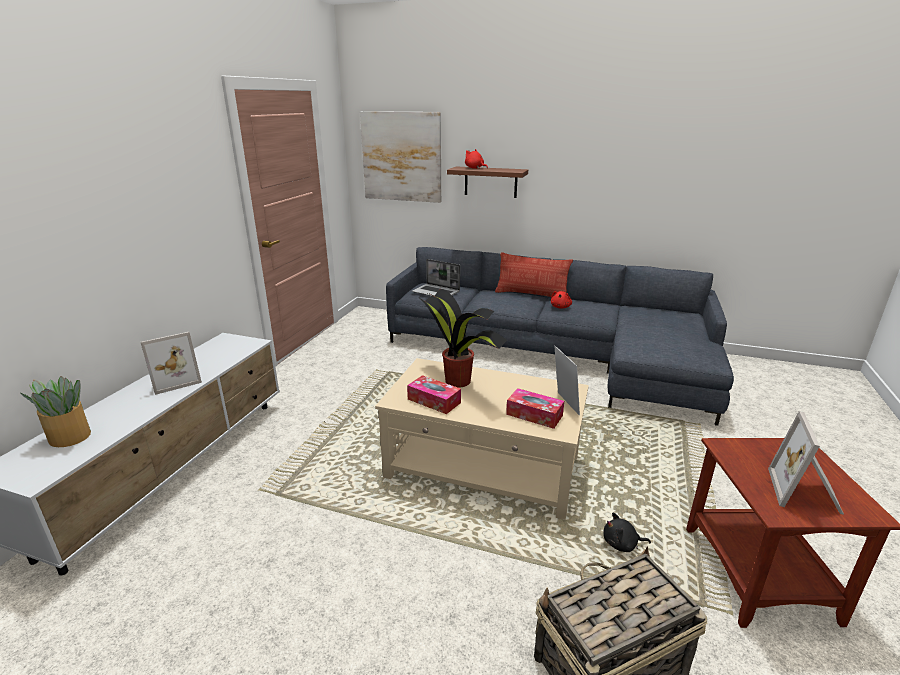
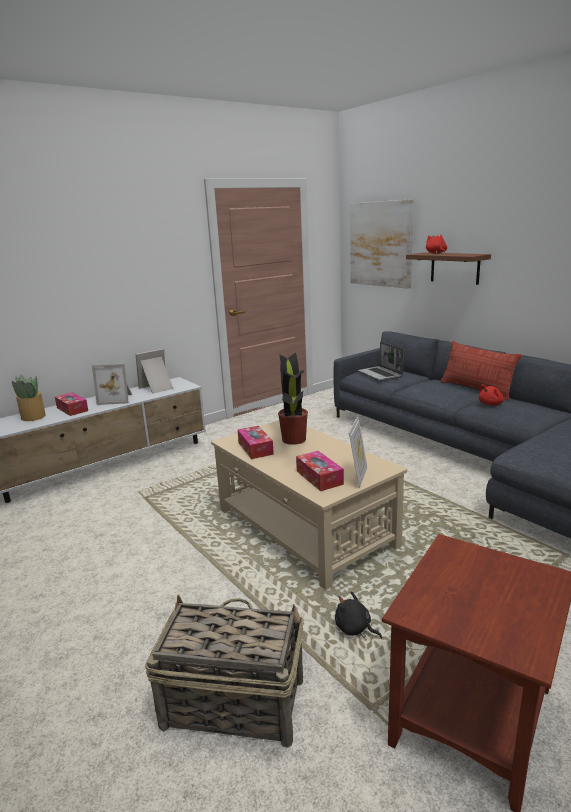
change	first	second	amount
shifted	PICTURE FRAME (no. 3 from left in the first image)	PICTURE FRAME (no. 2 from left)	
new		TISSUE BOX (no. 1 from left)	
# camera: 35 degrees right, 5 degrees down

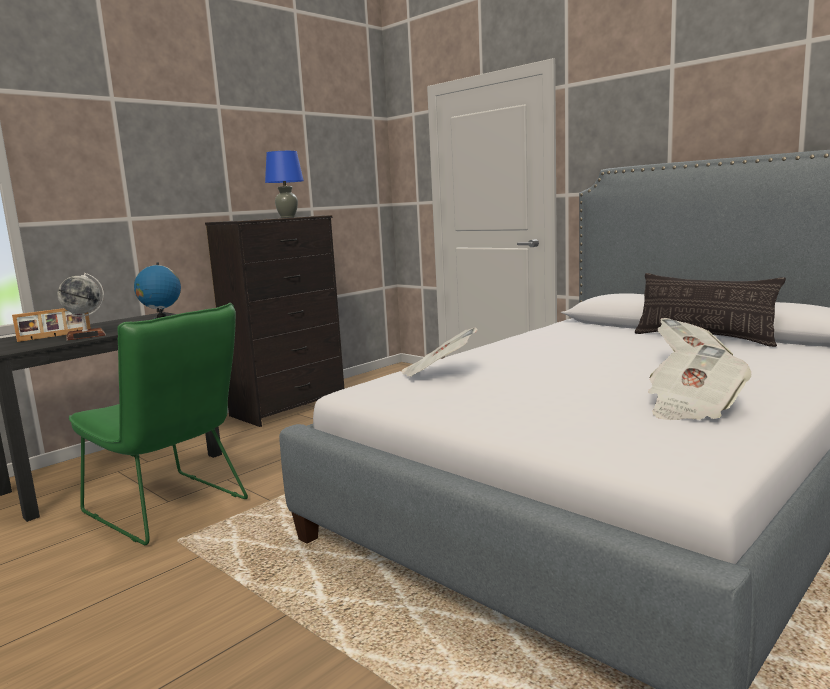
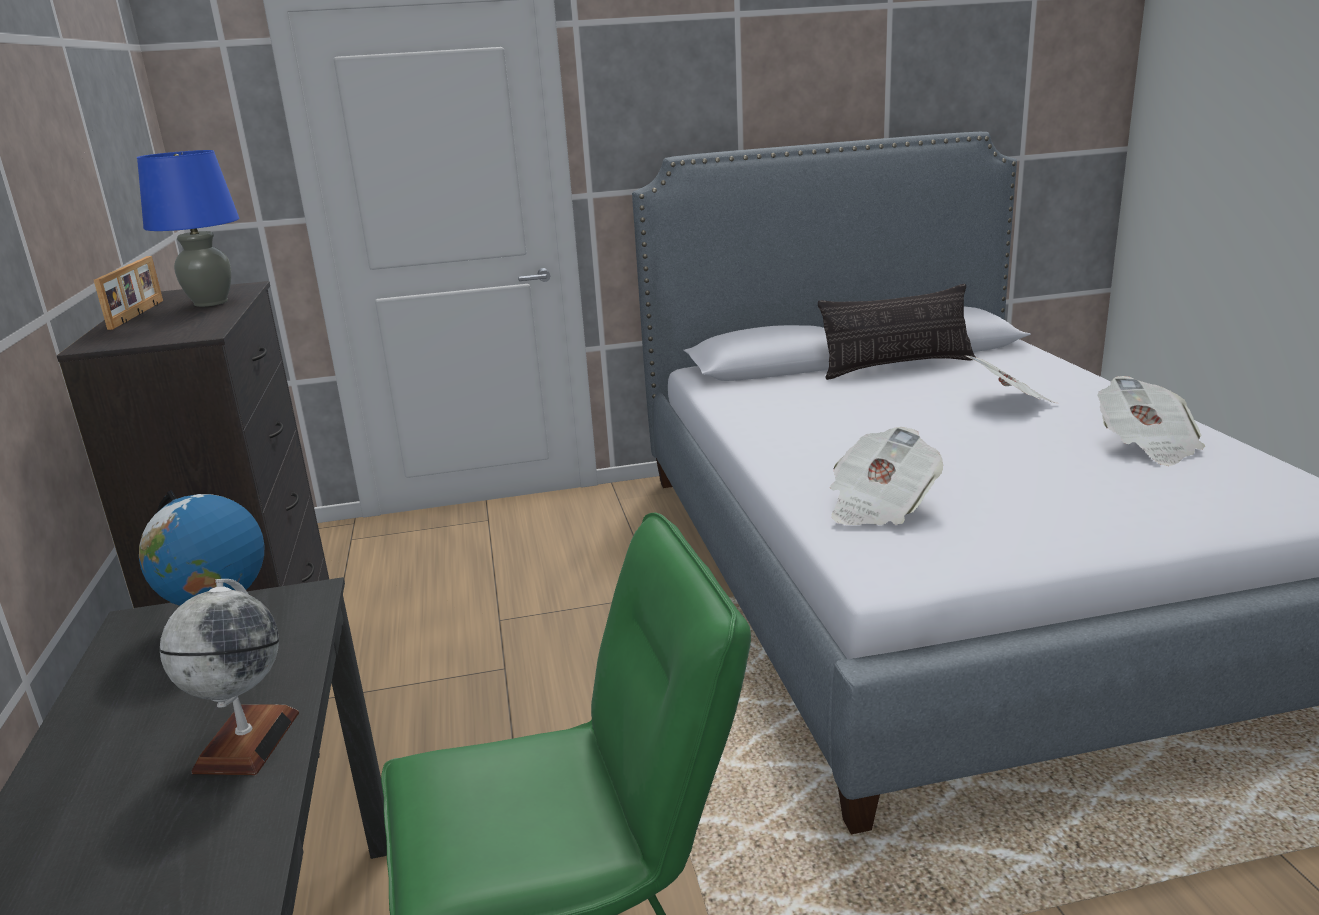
change	first	second	amount
shifted	PICTURE FRAME		
# camera: 55 degrees left, 10 degrees up

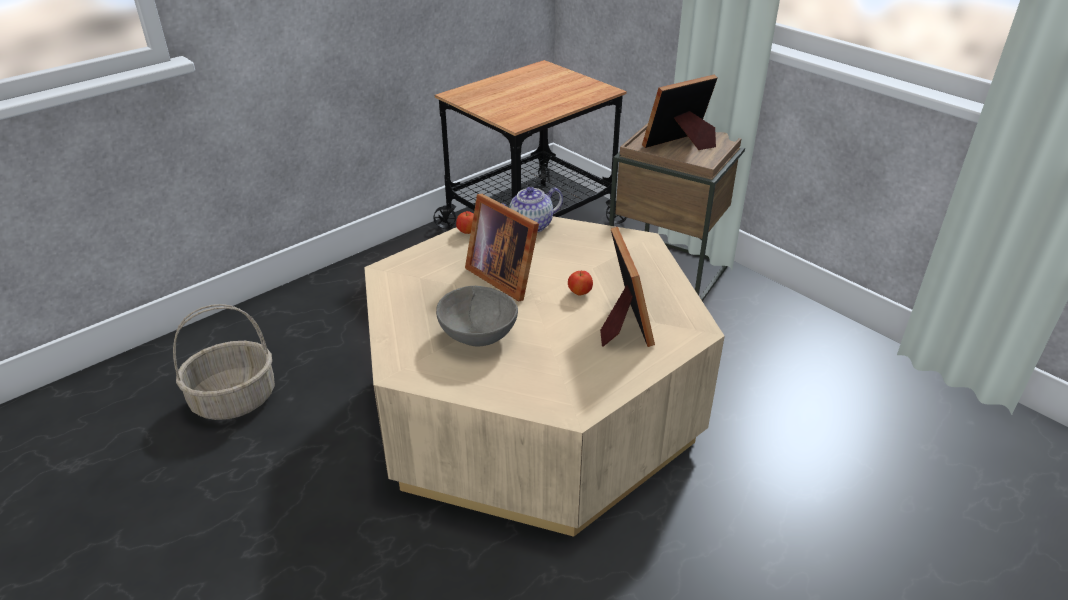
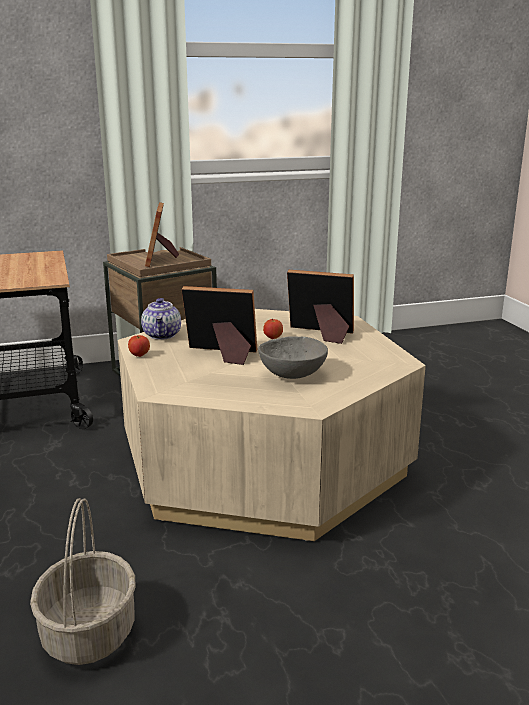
change	first	second	amount
rotated	PICTURE FRAME (no. 1 from left in the first image)	PICTURE FRAME (no. 2 from left)	150 degrees counterclockwise
# camera: 65 degrees left, 15 degrees down

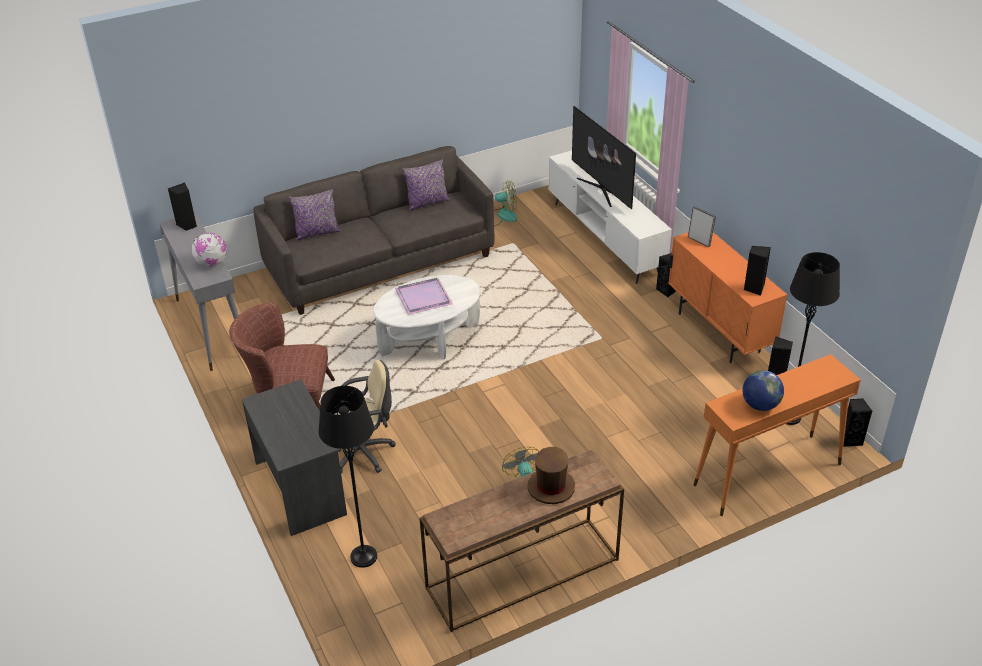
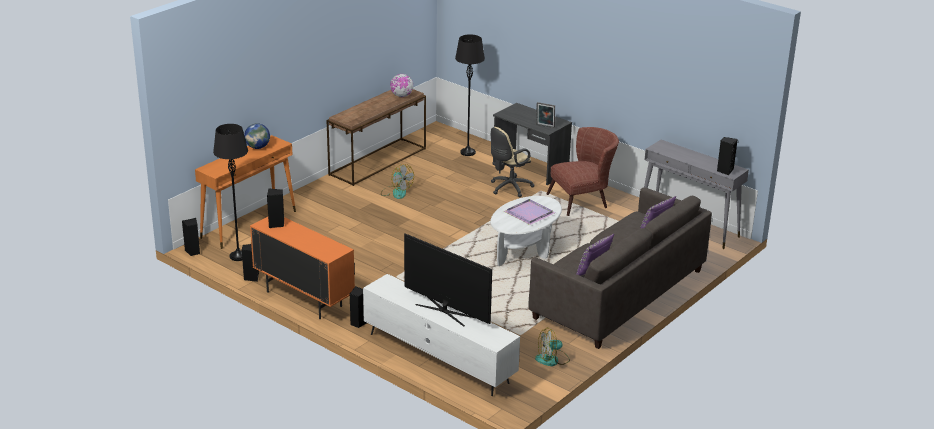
change	first	second	amount
shifted	GLOBE (no. 1 from left in the first image)	GLOBE (no. 2 from left)	
gone	BROWN HAT		
shifted	PICTURE FRAME		
# camera: 155 degrees right, 10 degrees down

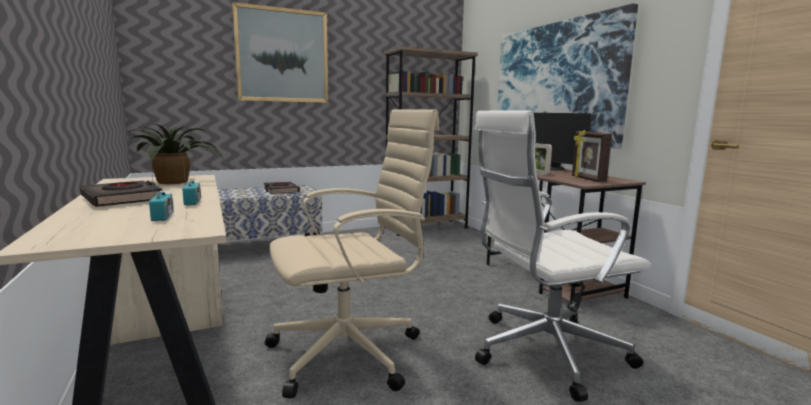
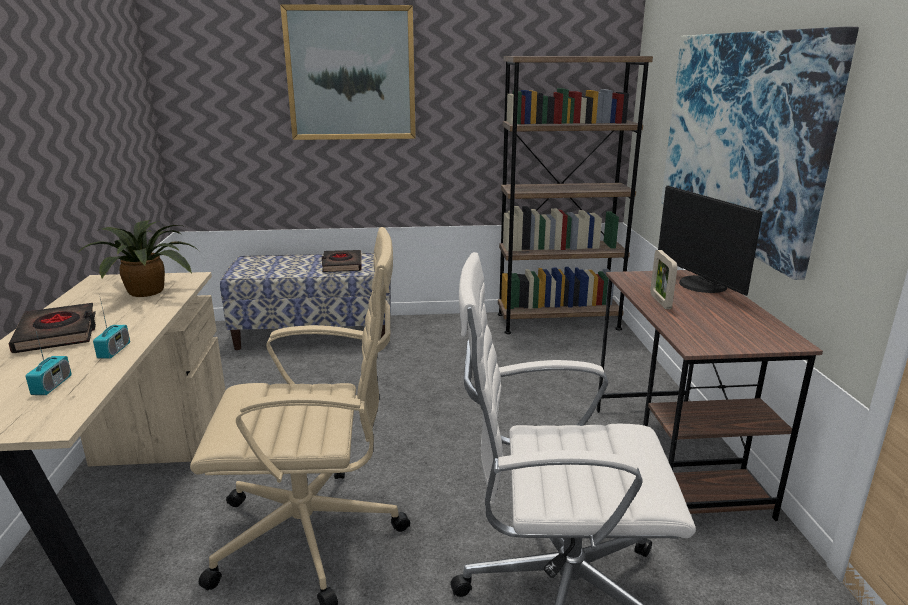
change	first	second	amount
gone	PICTURE FRAME (no. 2 from left)		
# camera: 20 degrees right, 10 degrees up

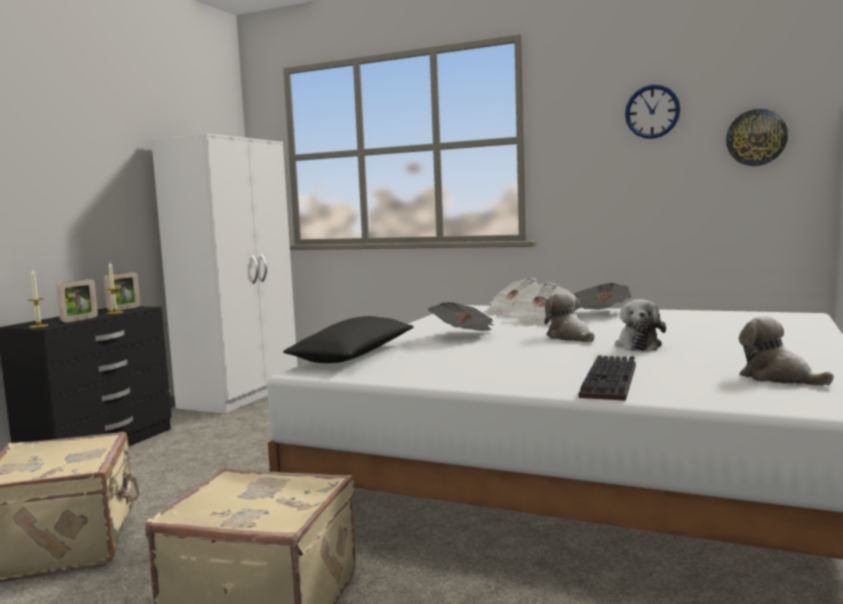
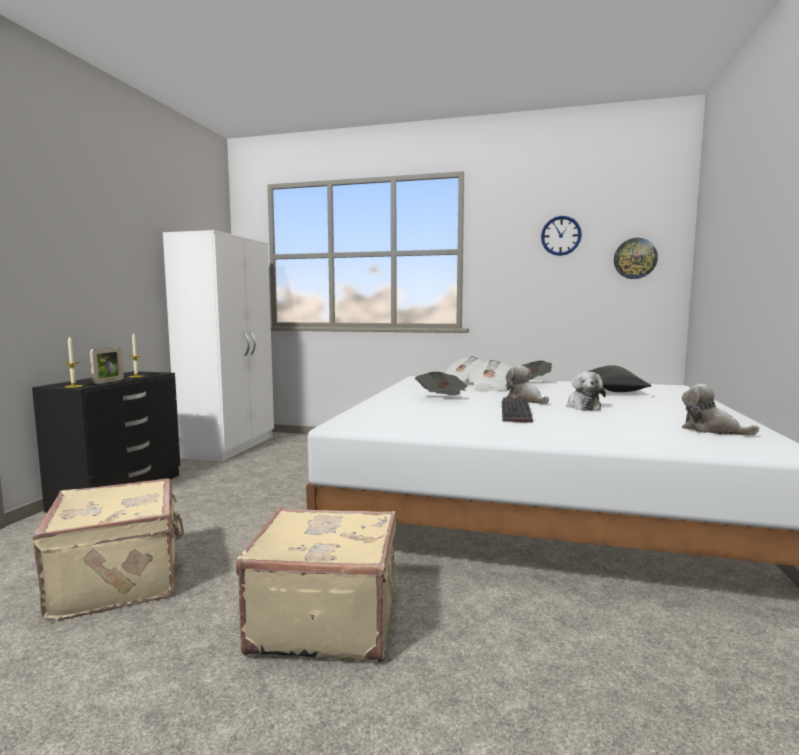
change	first	second	amount
gone	PICTURE FRAME (no. 2 from left)		
shifted	BLACK PILLOW		
shifted	KEYBOARD		
# camera: 10 degrees left, 0 degrees up

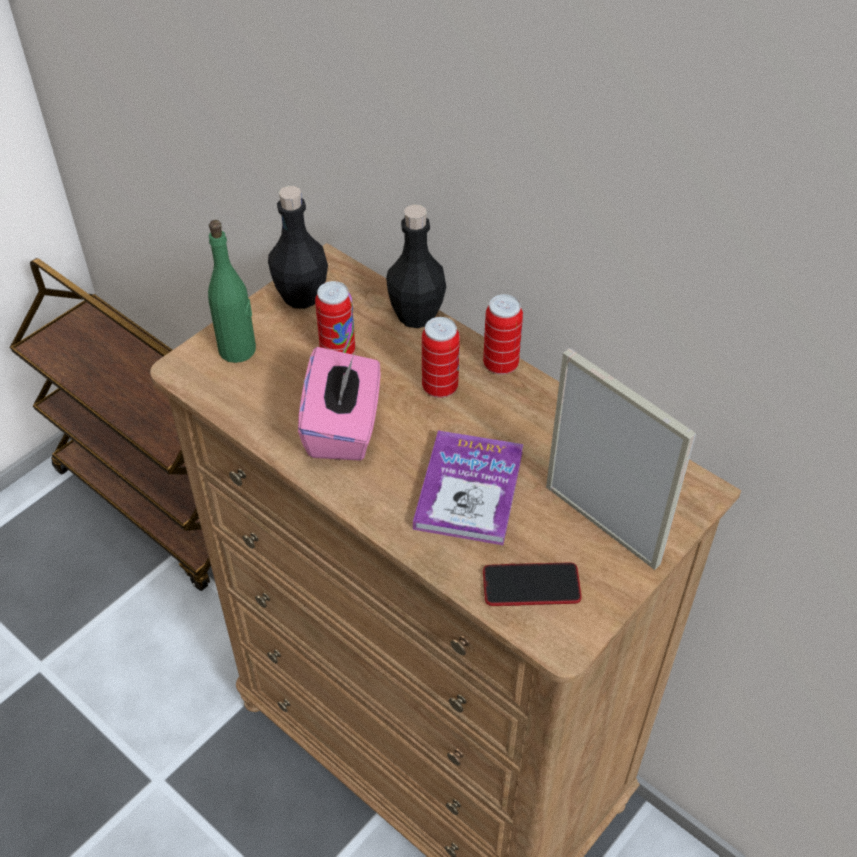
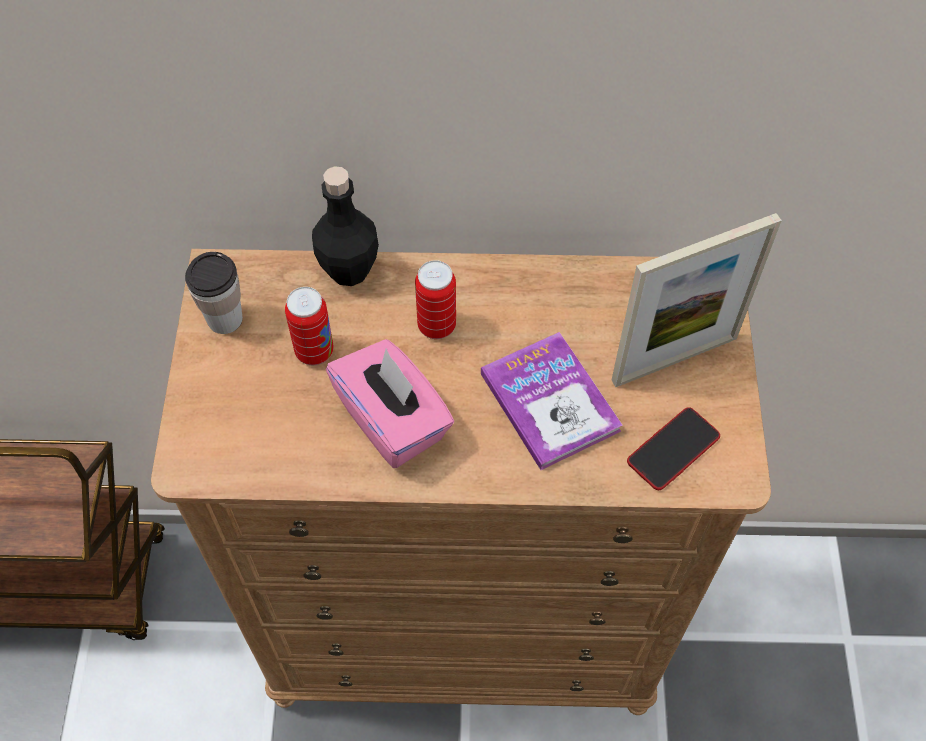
change	first	second	amount
gone	GREEN BOTTLE		
swapped	BLACK BOTTLE (no. 1 from left)	CUP	
gone	CAN (no. 3 from left)		
rotated	PICTURE FRAME		150 degrees clockwise
# camera: 40 degrees left, 10 degrees up

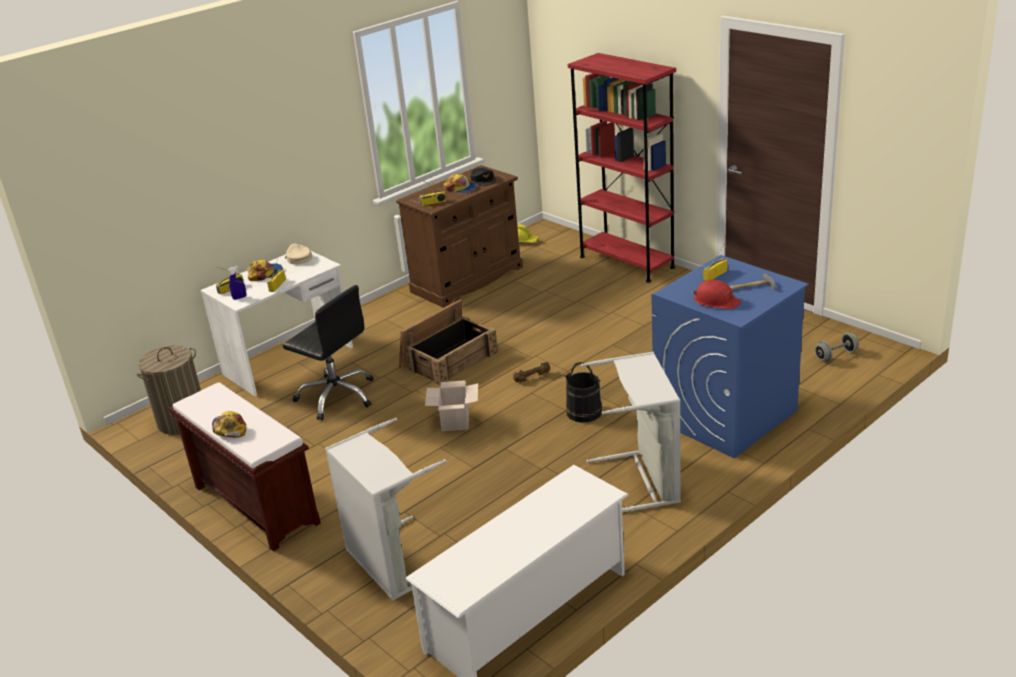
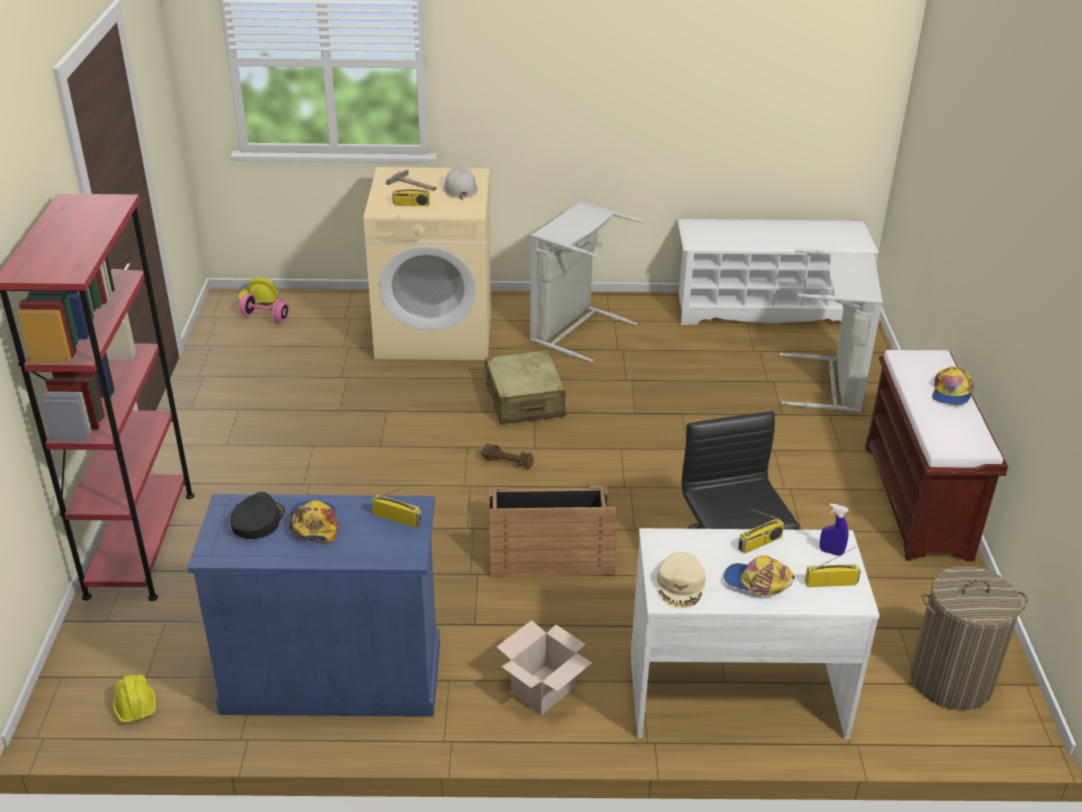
change	first	second	amount
repainted	BROWN CABINET	BLUE CABINET	
shifted	CARDBOARD BOX		
swapped	BLACK BUCKET	BEIGE SUITCASE	
repainted	BLUE WASHING MACHINE	BEIGE WASHING MACHINE	
repainted	RED HARD HAT	WHITE HARD HAT	
repainted	GREY DUMBBELL	PINK DUMBBELL	
new		YELLOW HARD HAT (no. 2 from left)	
# camera: 140 degrees left, 5 degrees up

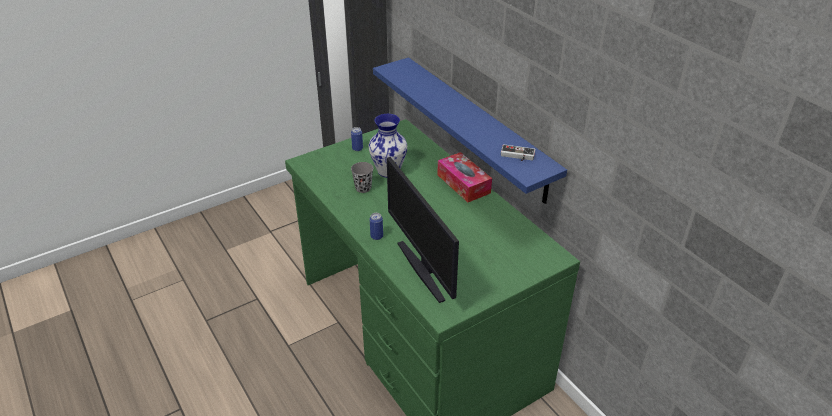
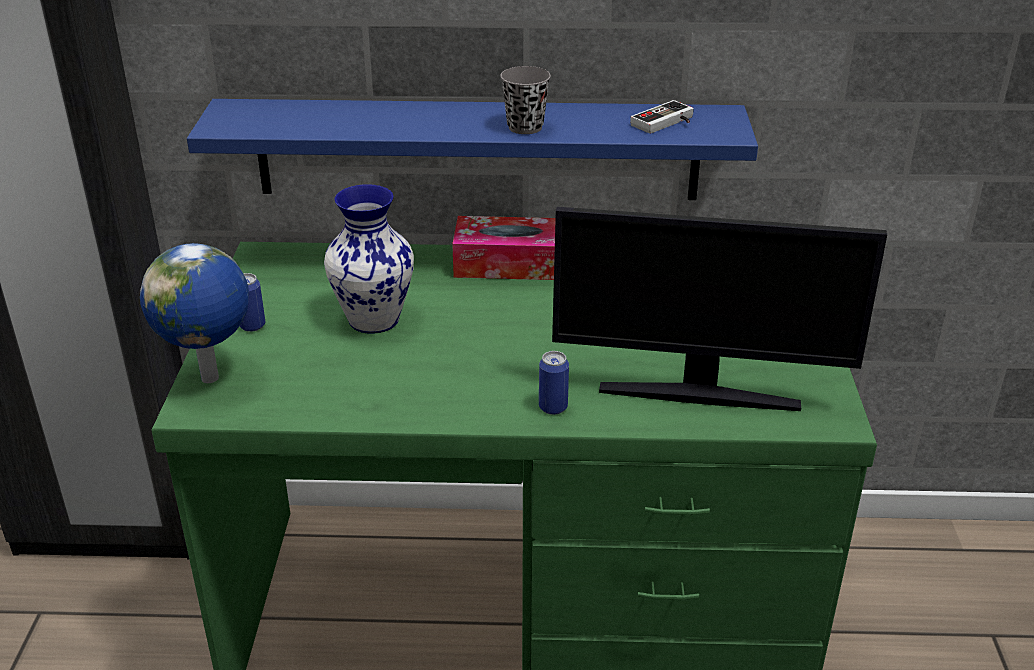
change	first	second	amount
shifted	GREY CUP		
new		GLOBE	
# camera: 55 degrees left, 5 degrees down

